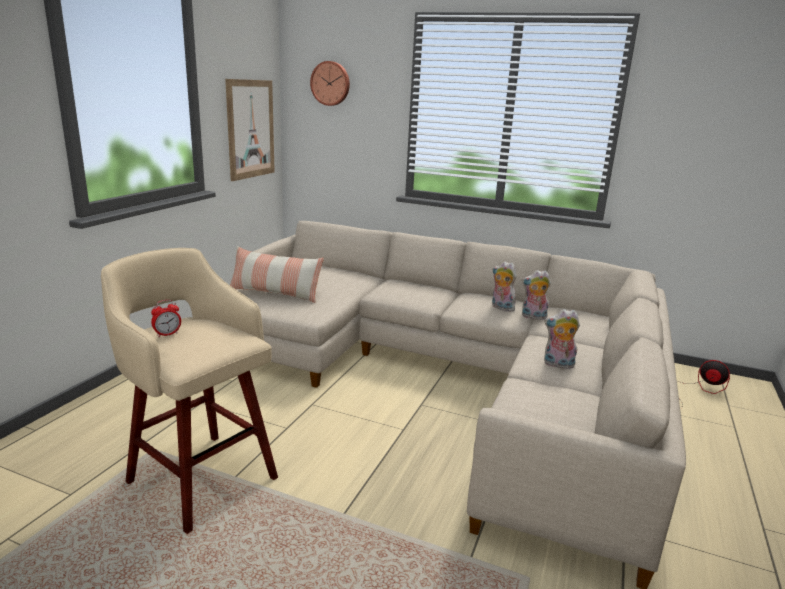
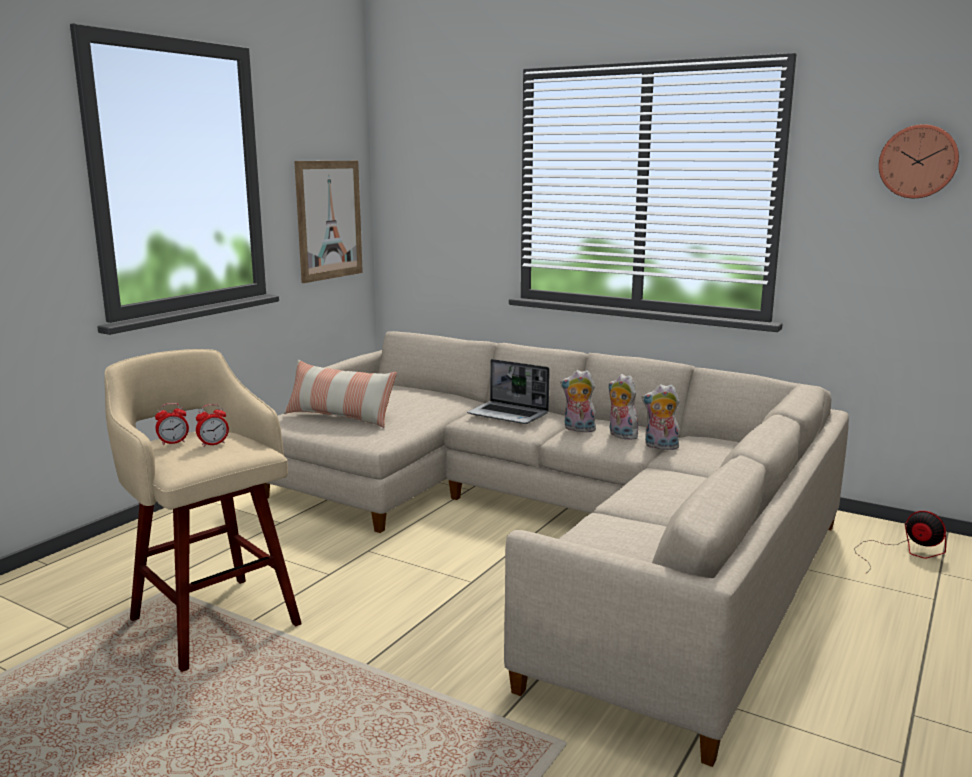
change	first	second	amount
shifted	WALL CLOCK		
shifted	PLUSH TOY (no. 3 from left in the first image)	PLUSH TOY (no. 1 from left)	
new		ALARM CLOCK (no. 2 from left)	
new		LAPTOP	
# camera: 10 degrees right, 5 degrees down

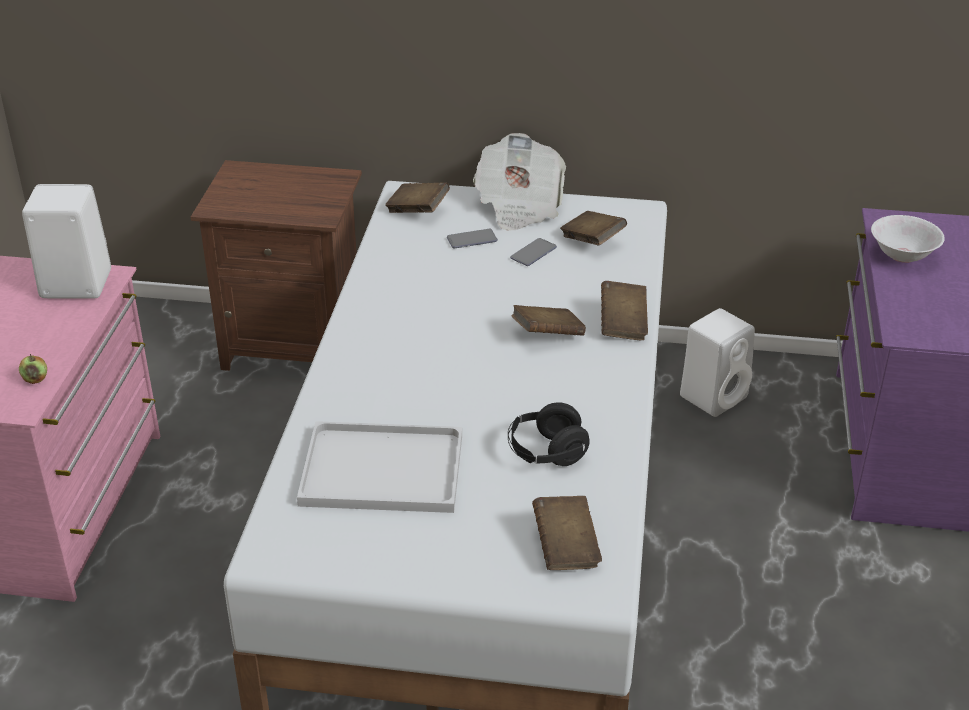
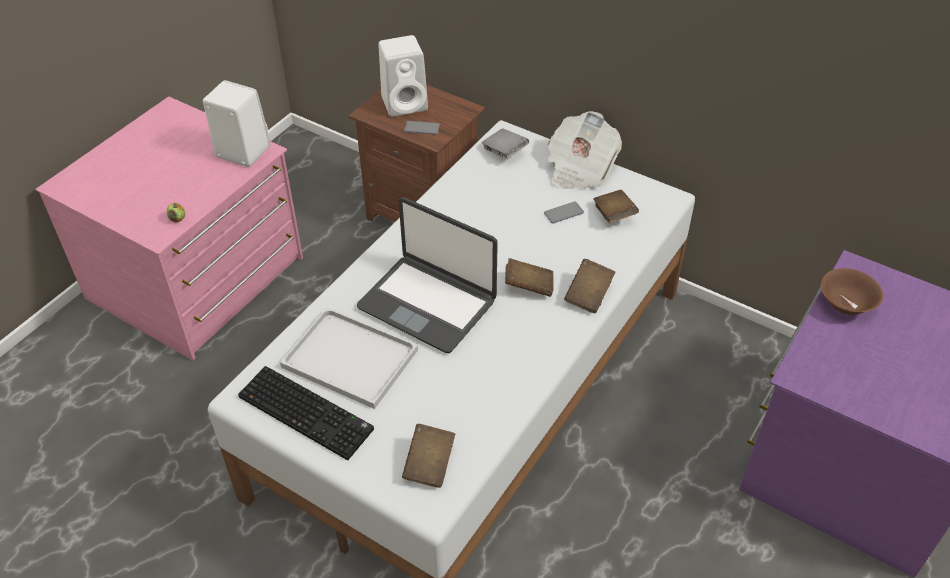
change	first	second	amount
repainted	BROWN BOOK (no. 1 from left)	GREY BOOK	
shifted	PHONE (no. 1 from left)		
gone	BLACK HEADPHONES		
shifted	WHITE SPEAKER (no. 2 from left)		
repainted	WHITE BOWL	BROWN BOWL	
new		KEYBOARD	
new		LAPTOP	
# camera: 25 degrees right, 10 degrees up

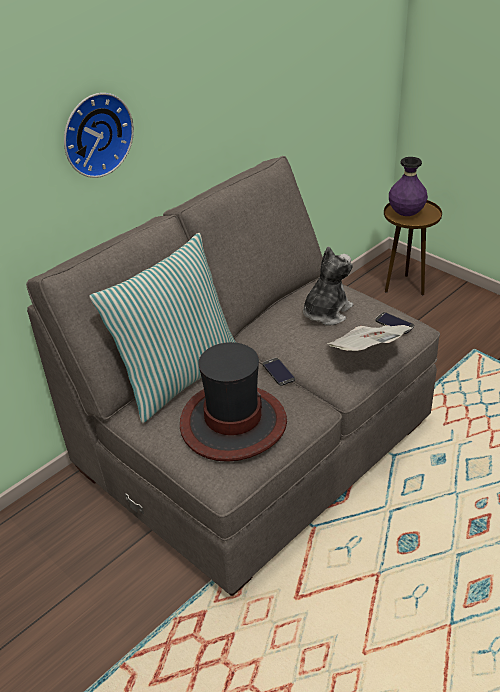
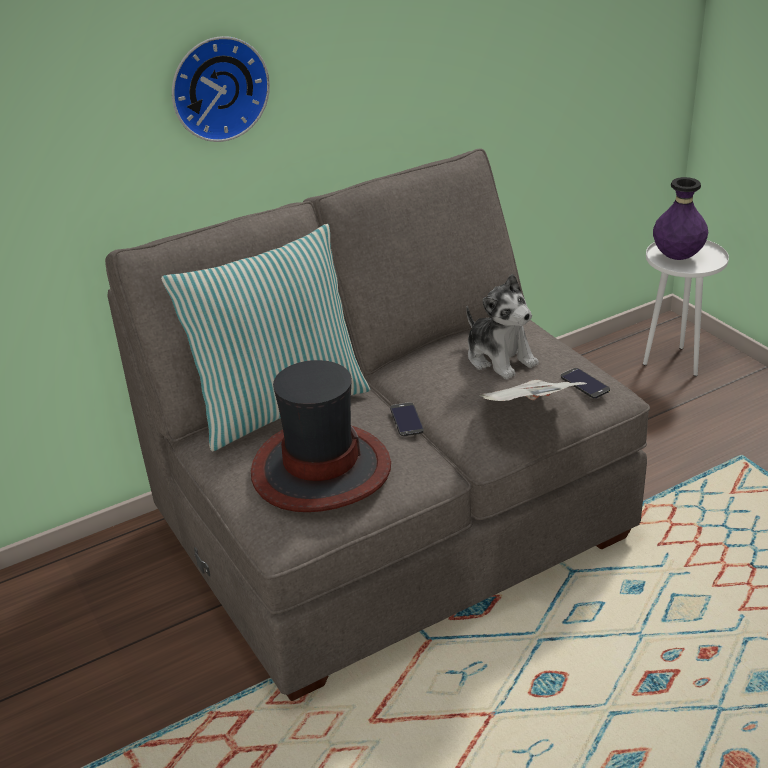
change	first	second	amount
rotated	PLUSH TOY		90 degrees clockwise
repainted	BROWN SIDE TABLE	WHITE SIDE TABLE	
# camera: 15 degrees right, 5 degrees down

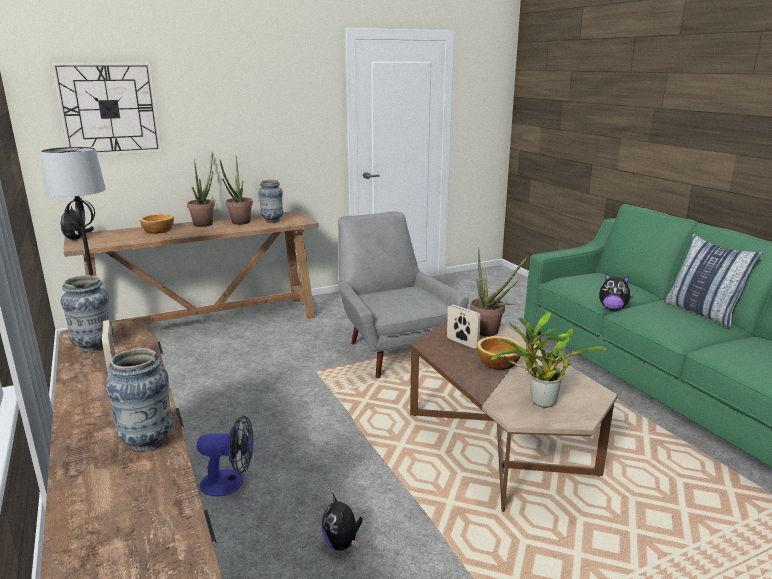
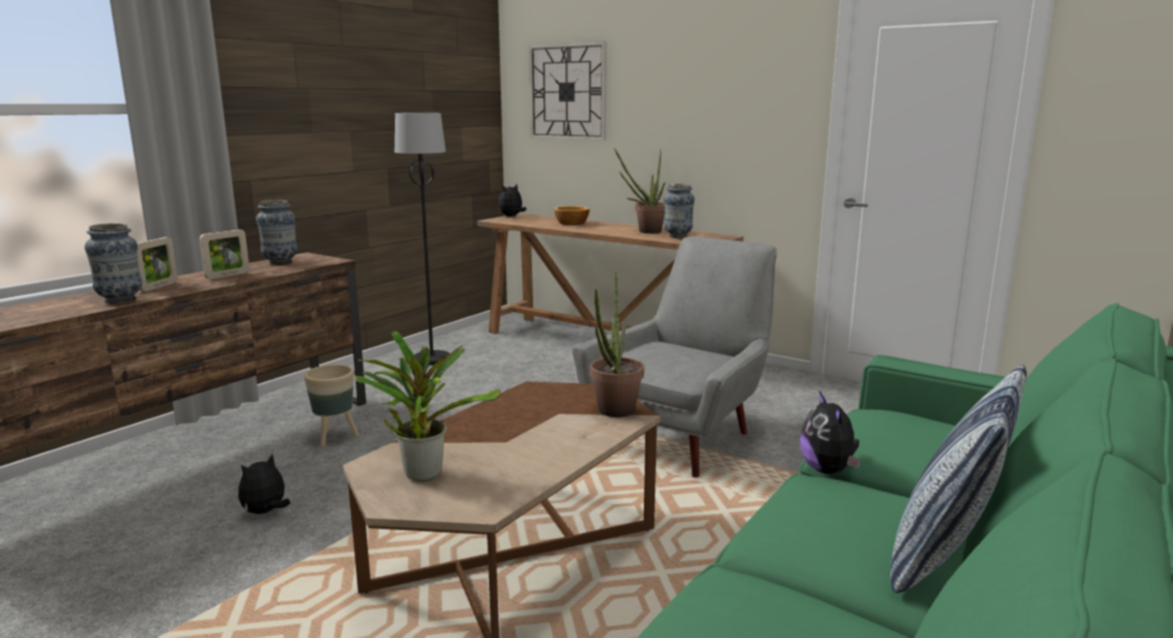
change	first	second	amount
gone	POTTED PLANT (no. 1 from left)		
swapped	FAN	BEIGE PLANTER	
shifted	PICTURE FRAME (no. 2 from left in the first image)	PICTURE FRAME (no. 1 from left)	
gone	BOWL (no. 2 from left)		
# camera: 60 degrees right, 5 degrees down

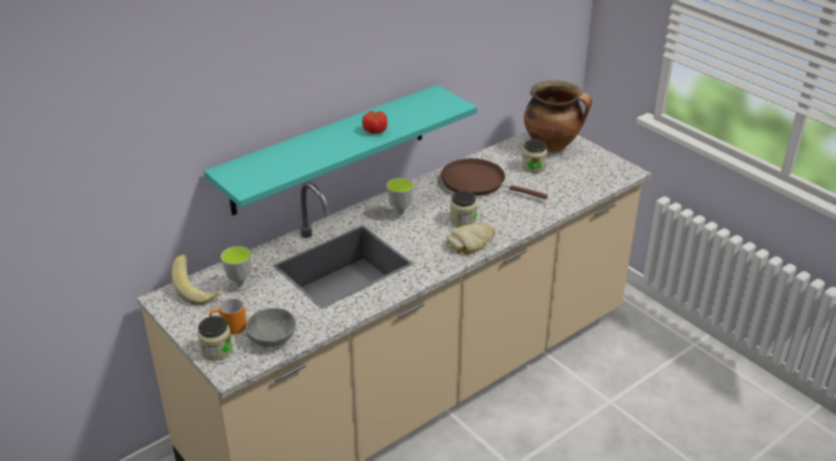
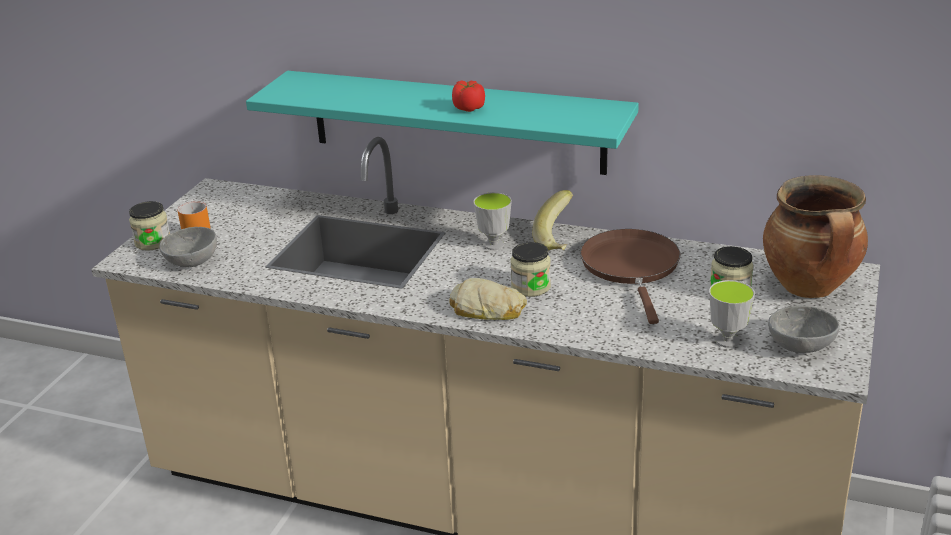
change	first	second	amount
shifted	BANANA		
shifted	CUP (no. 1 from left in the first image)	CUP (no. 2 from left)	
new		GREY BOWL (no. 2 from left)	
# camera: 60 degrees right, 5 degrees down

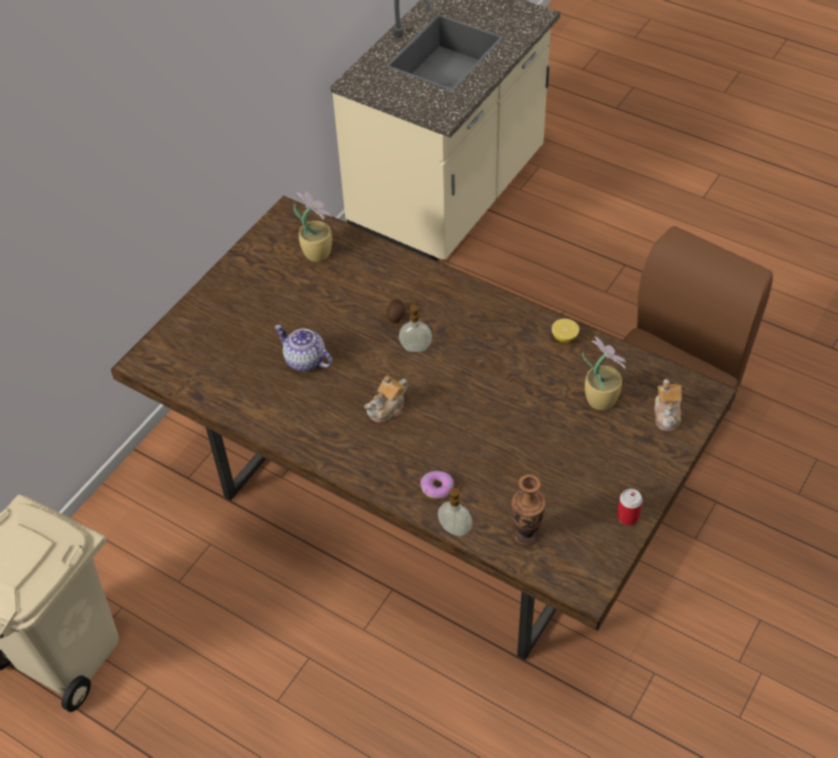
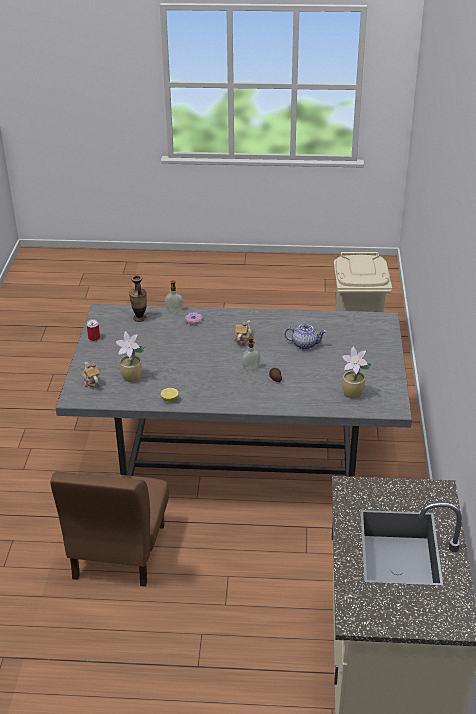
change	first	second	amount
repainted	BROWN DINING TABLE	GREY DINING TABLE	
# camera: 150 degrees right, 15 degrees down

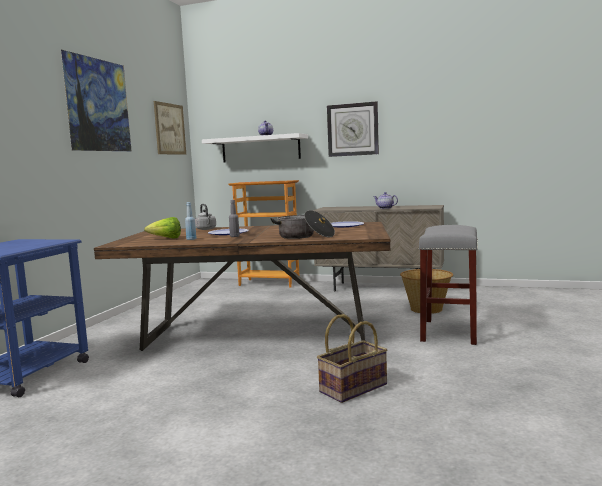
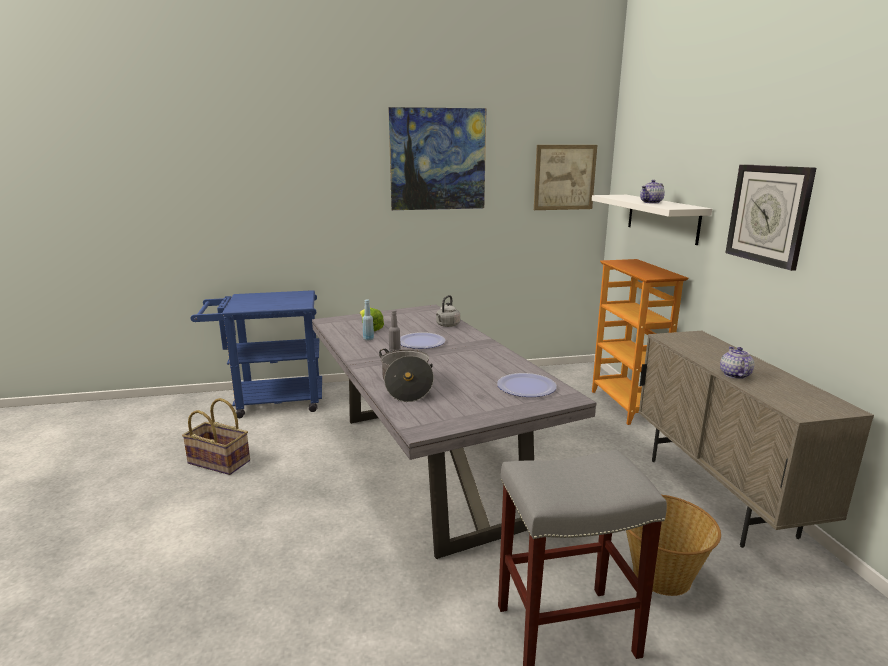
change	first	second	amount
repainted	BROWN DINING TABLE	GREY DINING TABLE	
shifted	BASKET (no. 1 from left)		
# camera: 60 degrees right, 10 degrees up

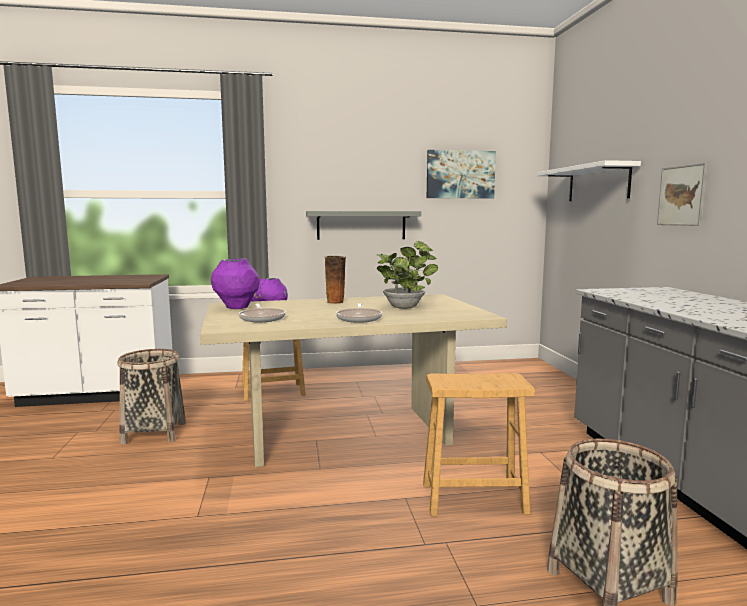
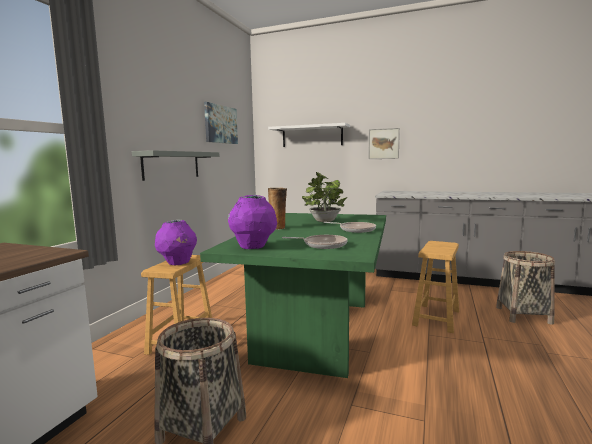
change	first	second	amount
repainted	BEIGE DINING TABLE	GREEN DINING TABLE	
# camera: 60 degrees left, 0 degrees up

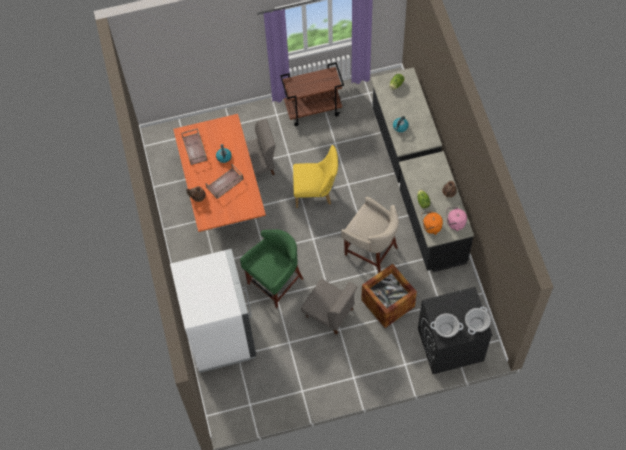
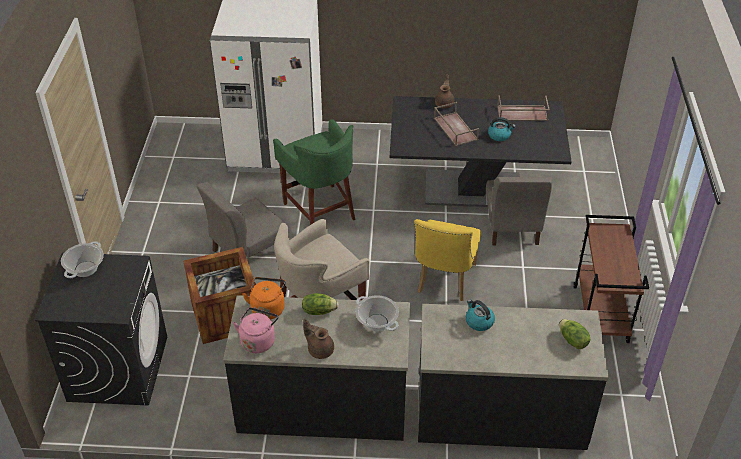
change	first	second	amount
repainted	ORANGE DINING TABLE	BLACK DINING TABLE	
shifted	COOKING POT (no. 2 from left)		
# camera: 105 degrees right, 20 degrees down

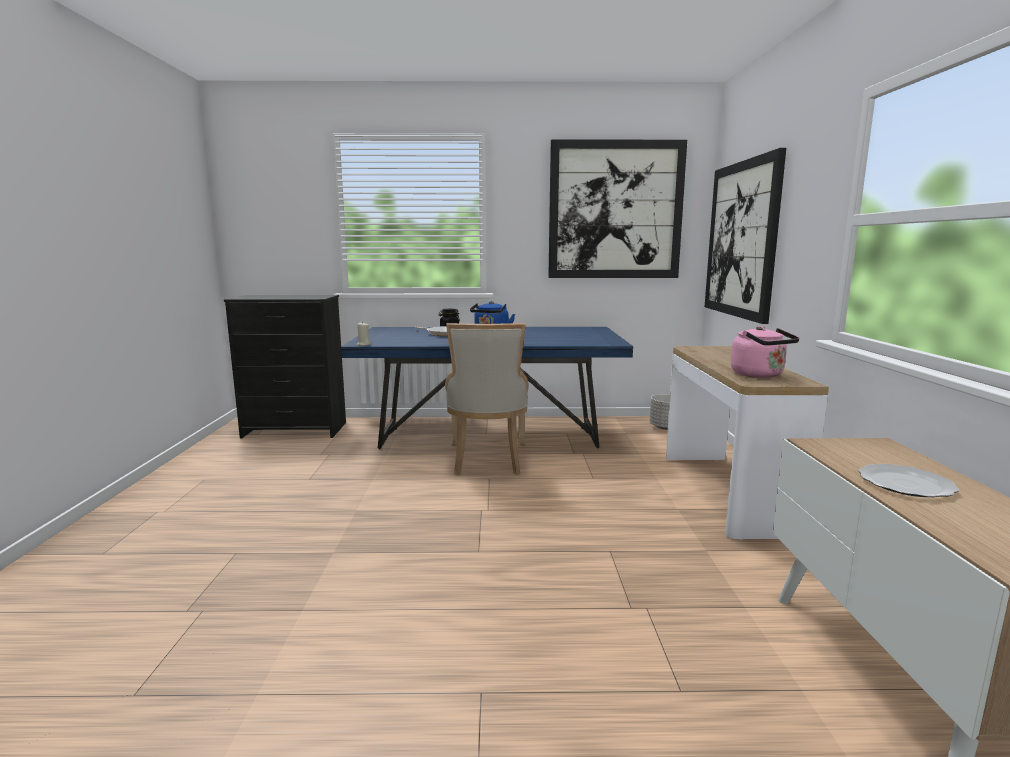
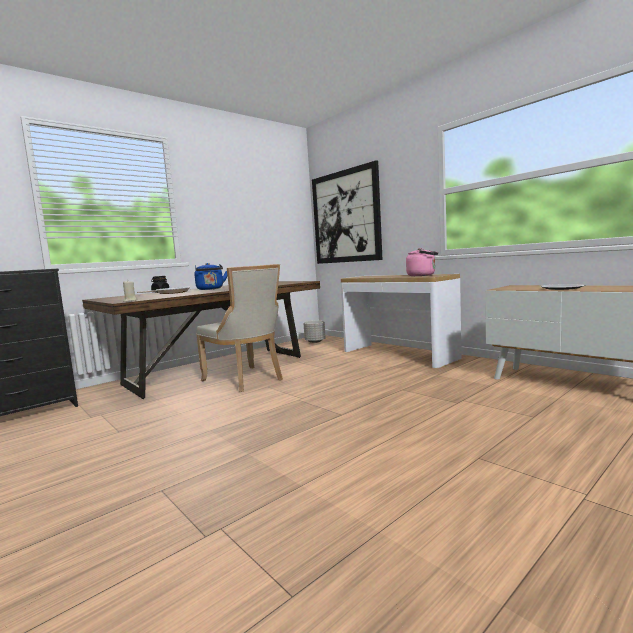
change	first	second	amount
repainted	BLUE DINING TABLE	BROWN DINING TABLE	
gone	PICTURE (no. 1 from left)		
# camera: 40 degrees left, 5 degrees down

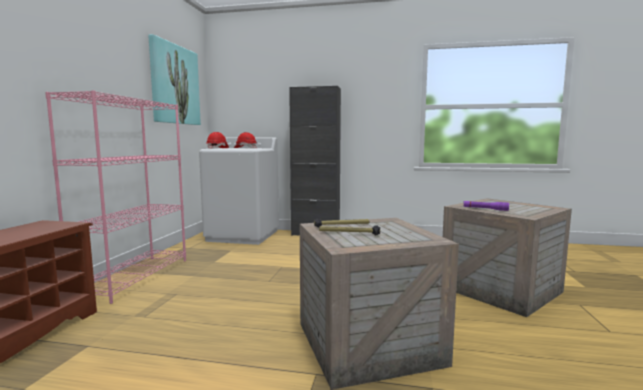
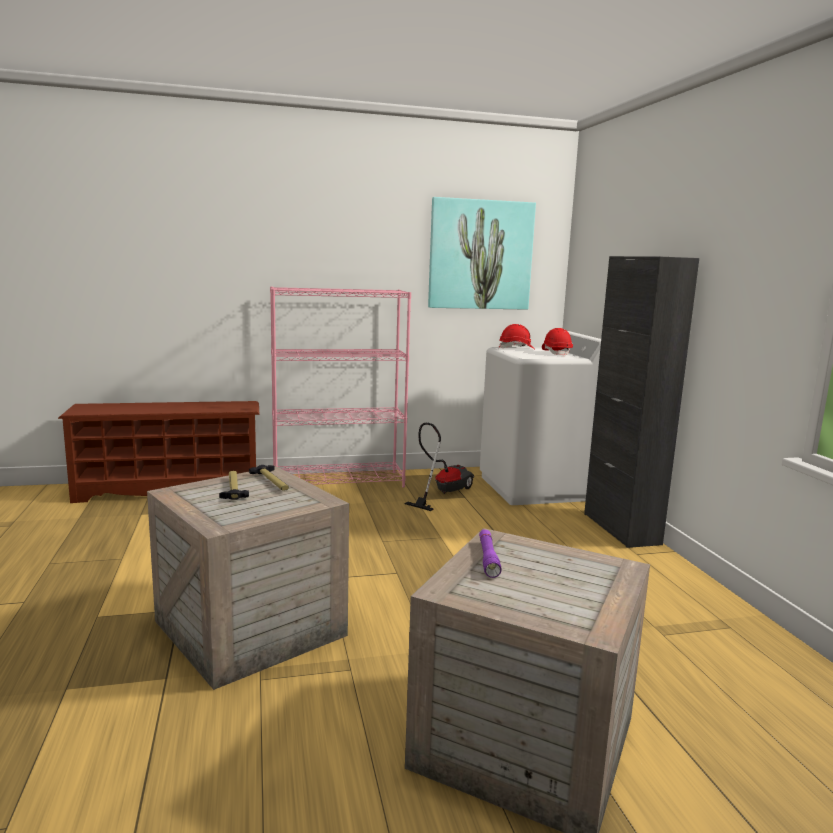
change	first	second	amount
new		VACUUM CLEANER	
# camera: 65 degrees right, 5 degrees up

